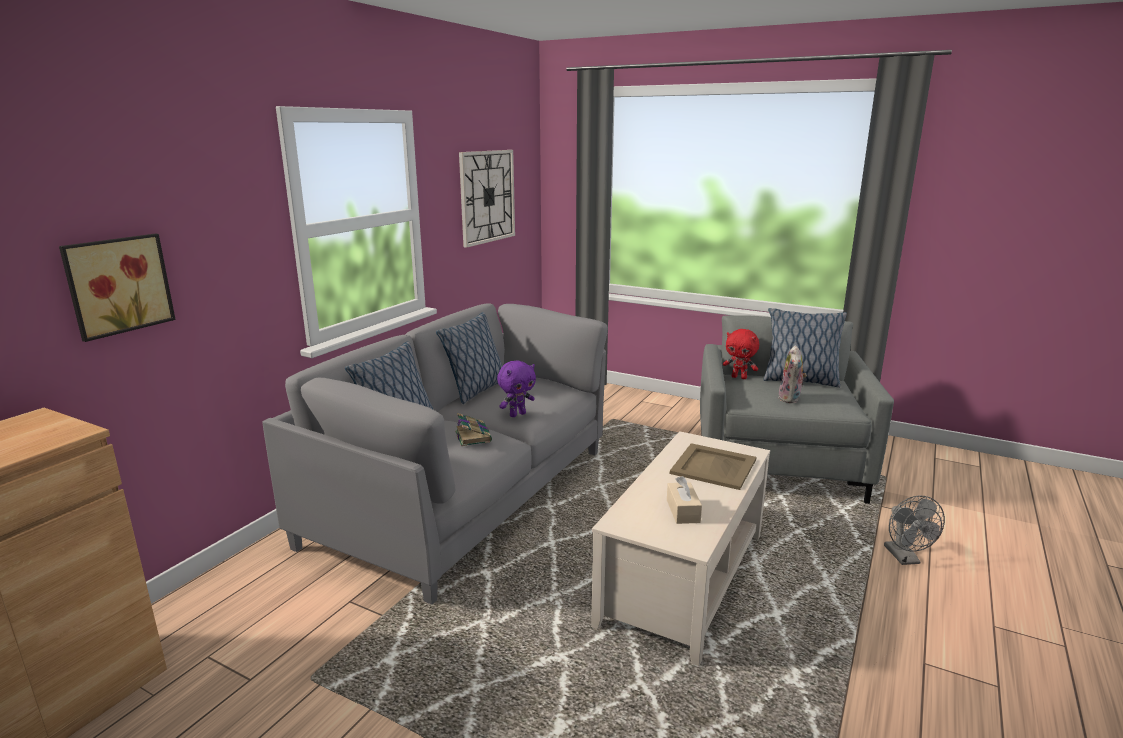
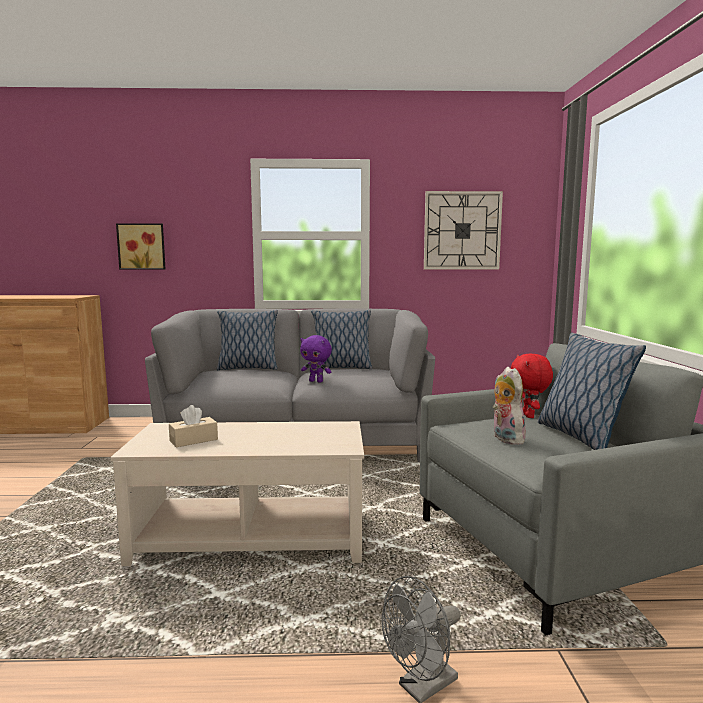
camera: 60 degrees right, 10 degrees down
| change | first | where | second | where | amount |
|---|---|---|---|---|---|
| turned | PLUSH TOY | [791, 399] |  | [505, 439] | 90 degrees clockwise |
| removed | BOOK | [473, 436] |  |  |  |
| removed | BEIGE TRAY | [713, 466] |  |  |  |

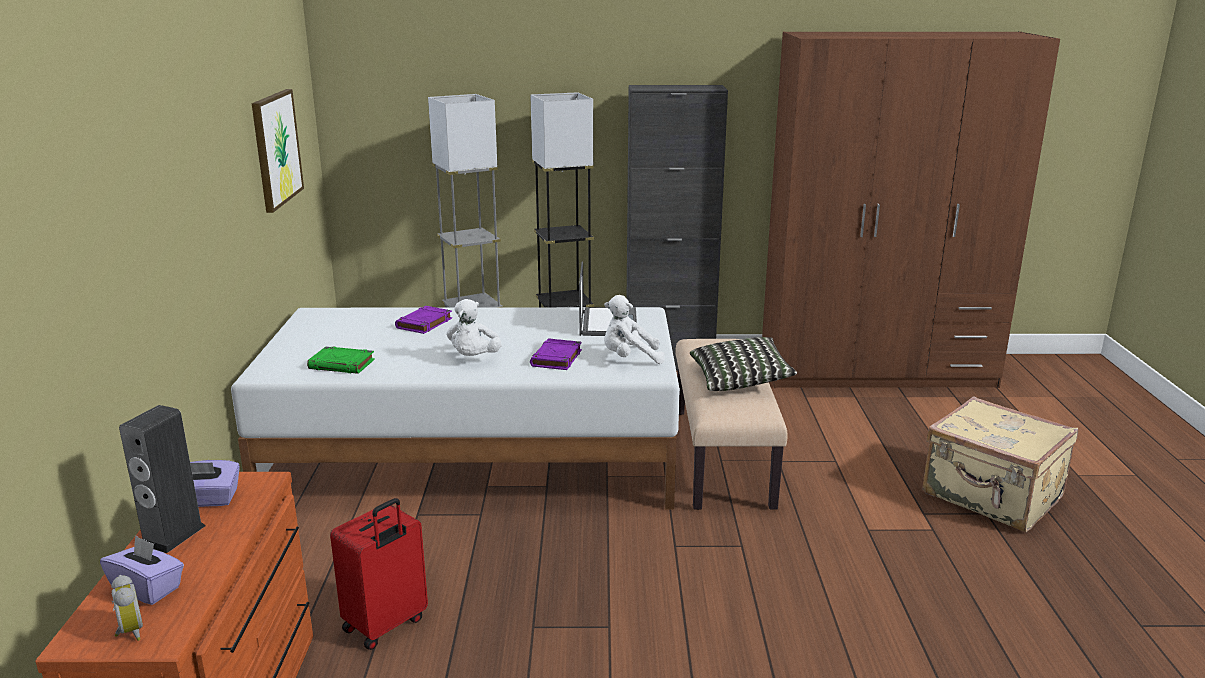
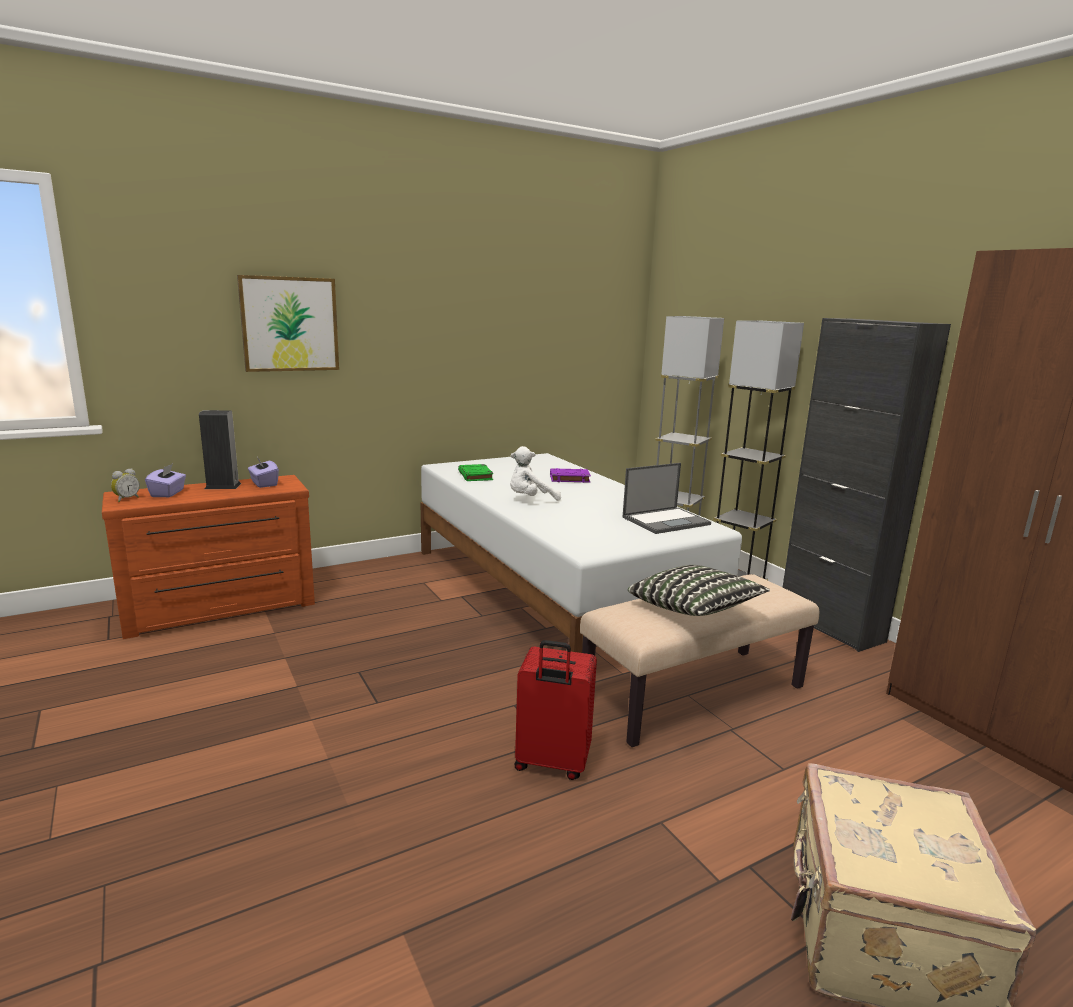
camera: 60 degrees right, 5 degrees down
| change | first | where | second | where | amount |
|---|---|---|---|---|---|
| moved | PICTURE | [276, 149] |  | [289, 324] |  |
| moved | RED SUITCASE | [386, 625] |  | [551, 763] |  |
| removed | PURPLE BOOK | [556, 359] |  |  |  |
| removed | WHITE PLUSH TOY | [630, 358] |  |  |  |

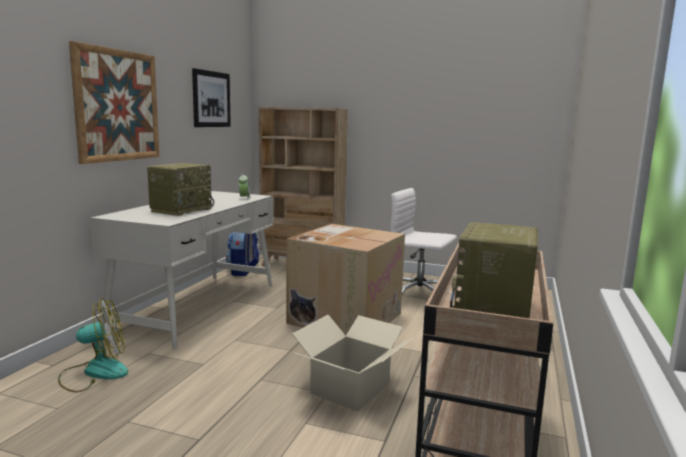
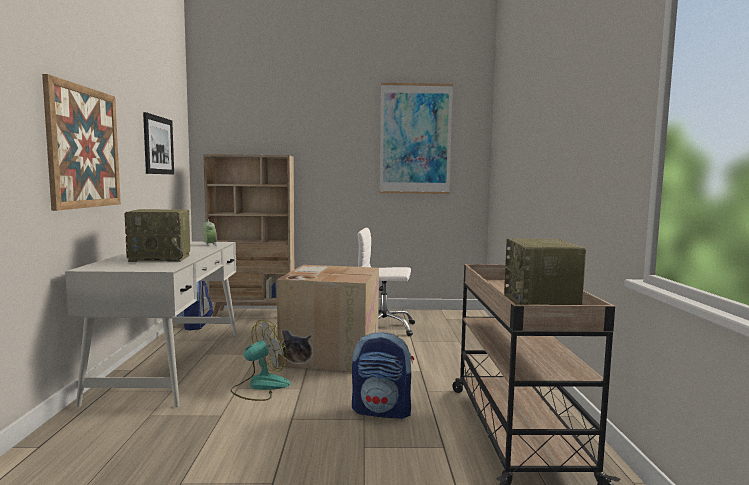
camera: 20 degrees left, 5 degrees down
| change | first | where | second | where | amount |
|---|---|---|---|---|---|
| turned | RADIO | [181, 210] |  | [161, 258] | 75 degrees clockwise |
| moved | FAN | [94, 372] |  | [260, 386] |  |
| replaced | CARDBOARD BOX | [351, 388] | BACKPACK | [382, 411] |  |
| added |  |  | PICTURE | [415, 139] |  |

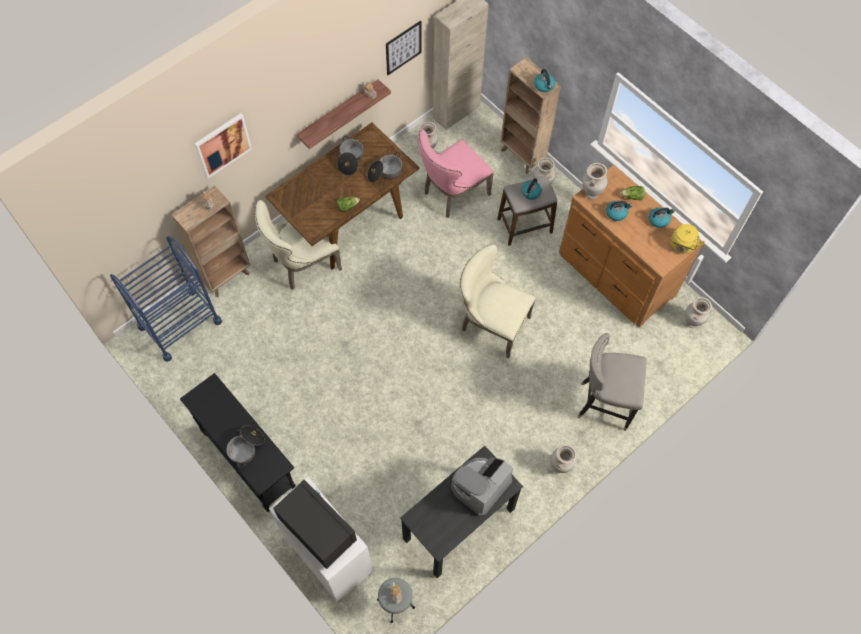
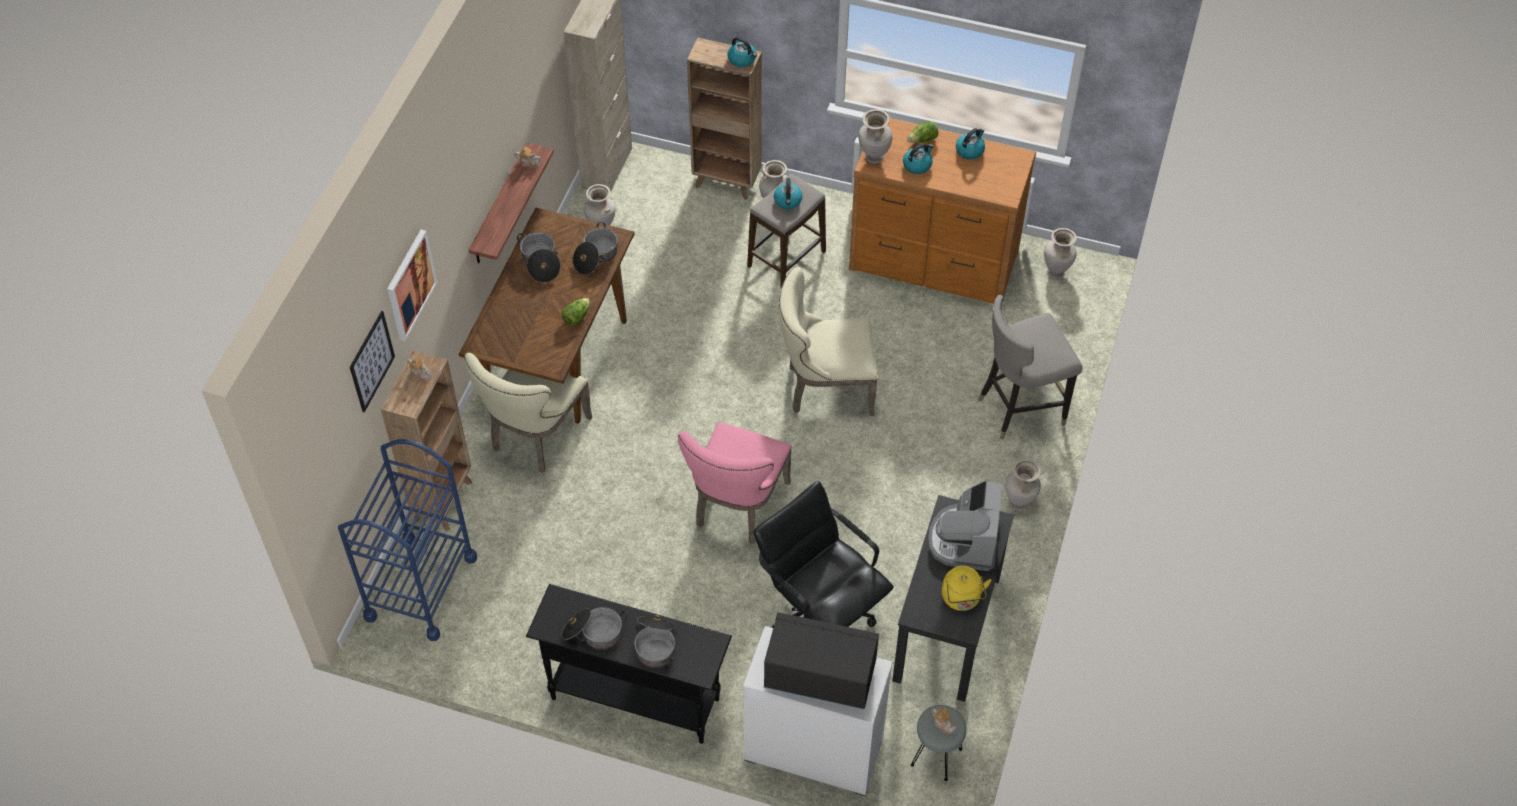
camera: 30 degrees left, 10 degrees down
| change | first | where | second | where | amount |
|---|---|---|---|---|---|
| moved | PICTURE | [403, 47] |  | [371, 361] |  |
| added |  |  | COOKING POT | [593, 633] |  |
| moved | PINK CHAIR | [452, 194] |  | [737, 508] |  |
| added |  |  | BLACK OFFICE CHAIR | [819, 613] |  |
| moved | YELLOW KETTLE | [682, 246] |  | [962, 599] |  |

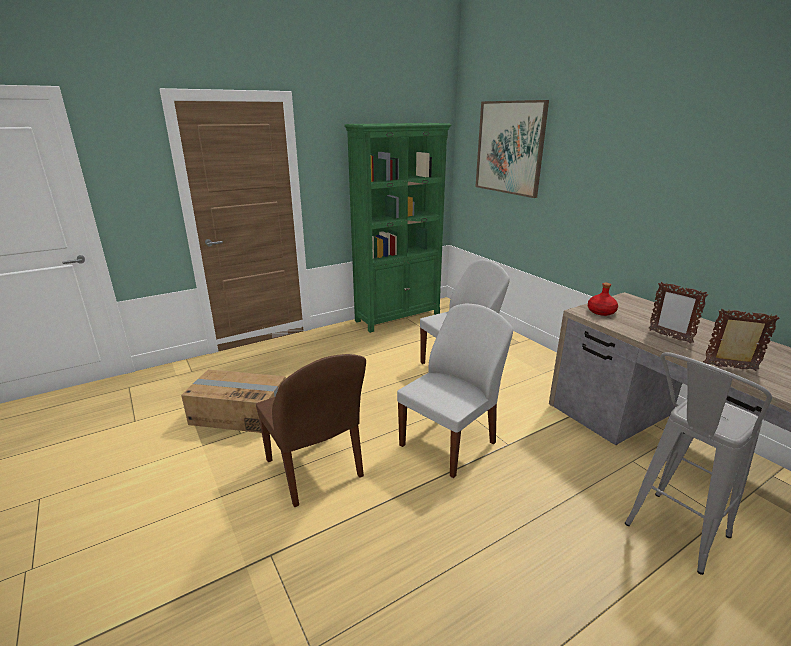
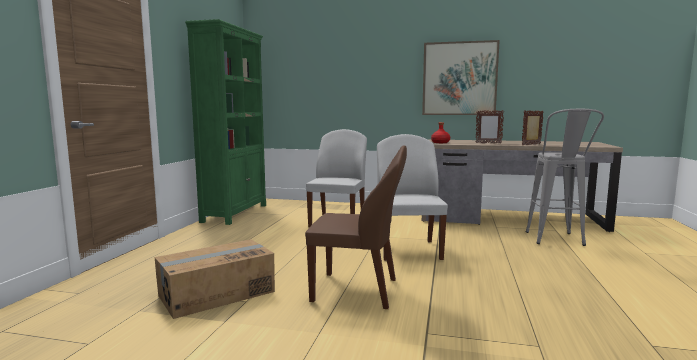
camera: 45 degrees left, 15 degrees down
| change | first | where | second | where | amount |
|---|---|---|---|---|---|
| moved | PICTURE | [509, 148] |  | [459, 78] |  |

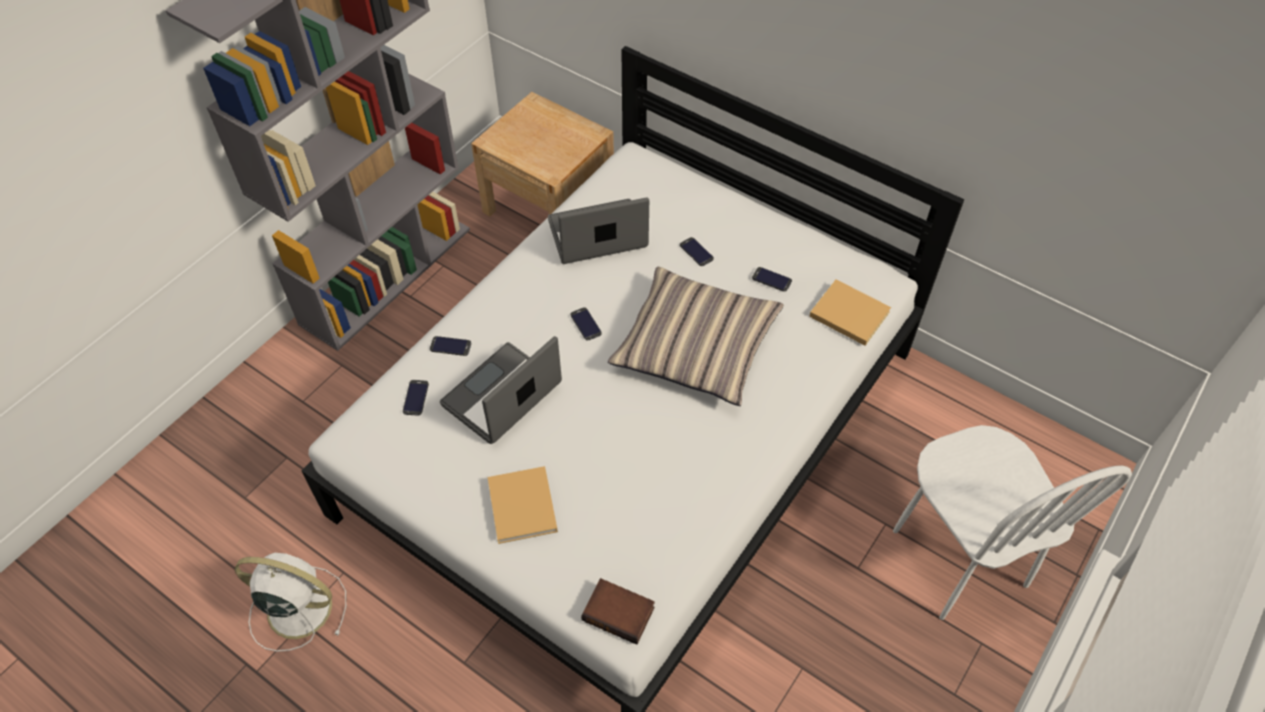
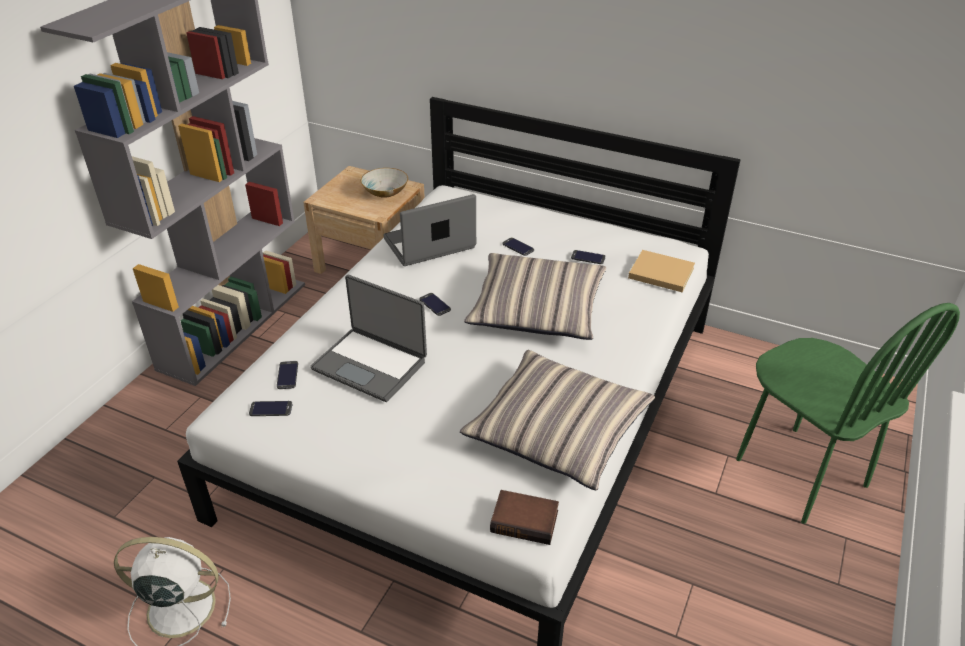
camera: 10 degrees left, 15 degrees down
| change | first | where | second | where | amount |
|---|---|---|---|---|---|
| moved | PHONE | [450, 346] |  | [271, 409] |  |
| turned | LAPTOP | [503, 396] |  | [371, 364] | 90 degrees counterclockwise |
| added |  |  | BOWL | [384, 192] |  |
| added |  |  | PILLOW | [558, 430] |  |
| recoloured | WHITE CHAIR | [958, 558] | GREEN CHAIR | [800, 473] |  |
| removed | BEIGE BOOK | [522, 508] |  |  |  |

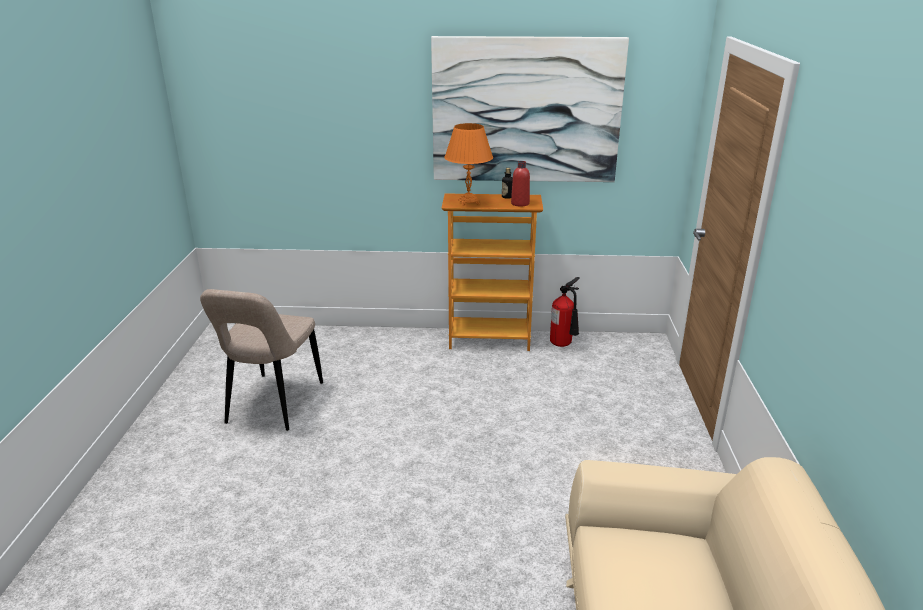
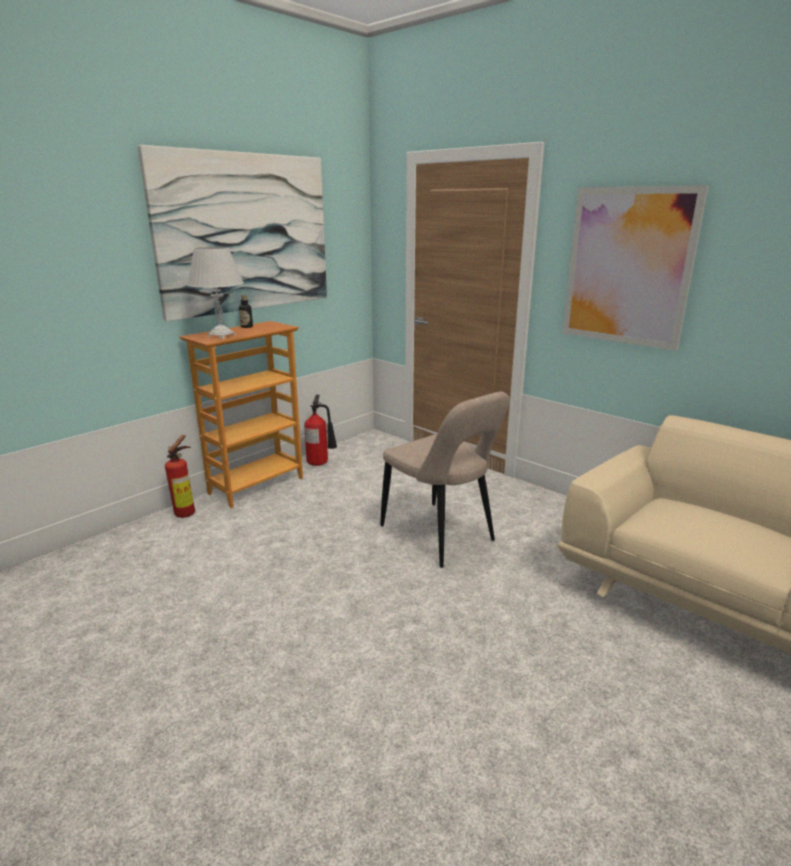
camera: 50 degrees left, 5 degrees down
| change | first | where | second | where | amount |
|---|---|---|---|---|---|
| added |  |  | FIRE EXTINGUISHER | [187, 512] |  |
| recoloured | ORANGE TABLE LAMP | [468, 202] | WHITE TABLE LAMP | [221, 336] |  |
| moved | BEIGE CHAIR | [272, 405] |  | [440, 536] |  |
| added |  |  | PICTURE | [628, 267] |  |
| removed | RED BOTTLE | [520, 203] |  |  |  |

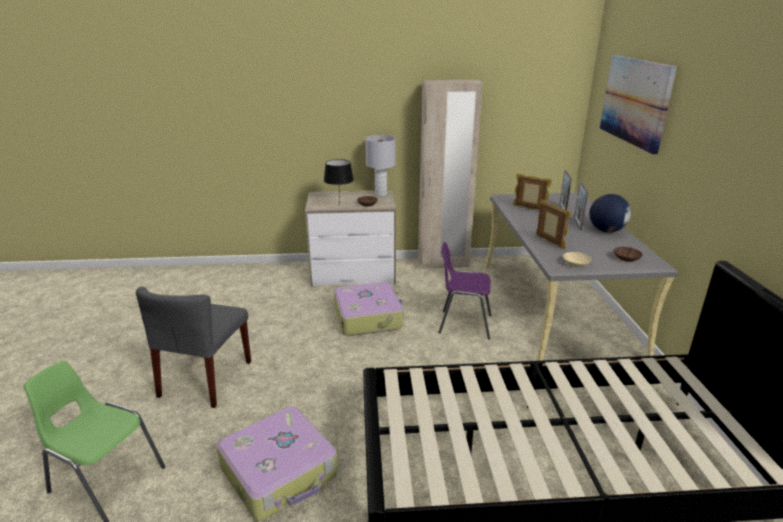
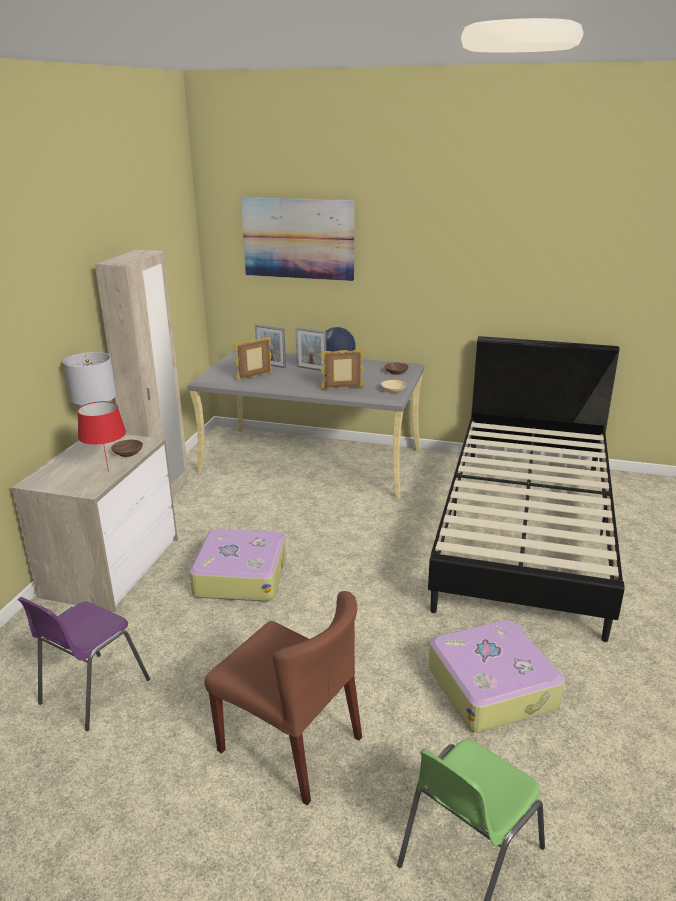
camera: 70 degrees left, 0 degrees up
| change | first | where | second | where | amount |
|---|---|---|---|---|---|
| moved | PURPLE CHAIR | [463, 324] |  | [91, 692] |  |
| recoloured | BLACK TABLE LAMP | [339, 206] | RED TABLE LAMP | [108, 472] |  |
| recoloured | GREY CHAIR | [206, 379] | BROWN CHAIR | [291, 744] |  |

